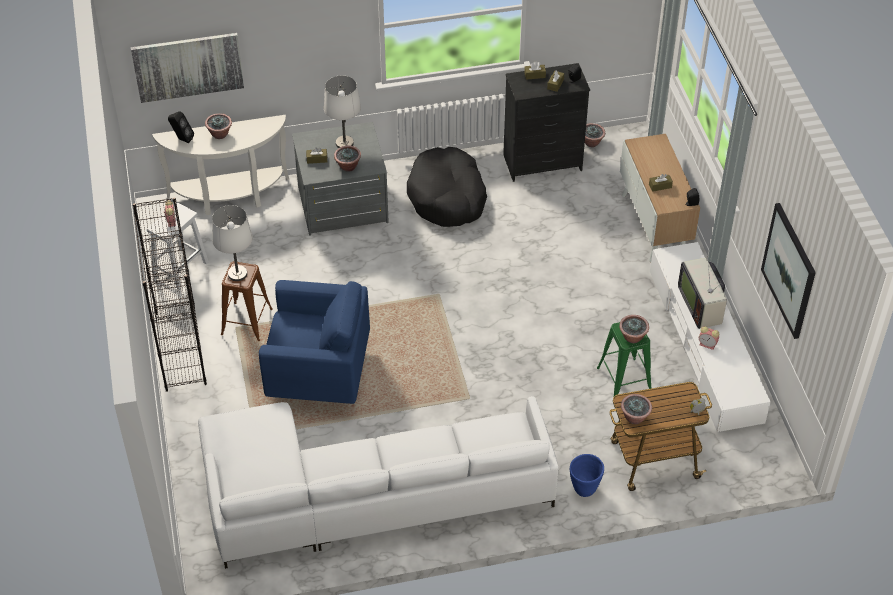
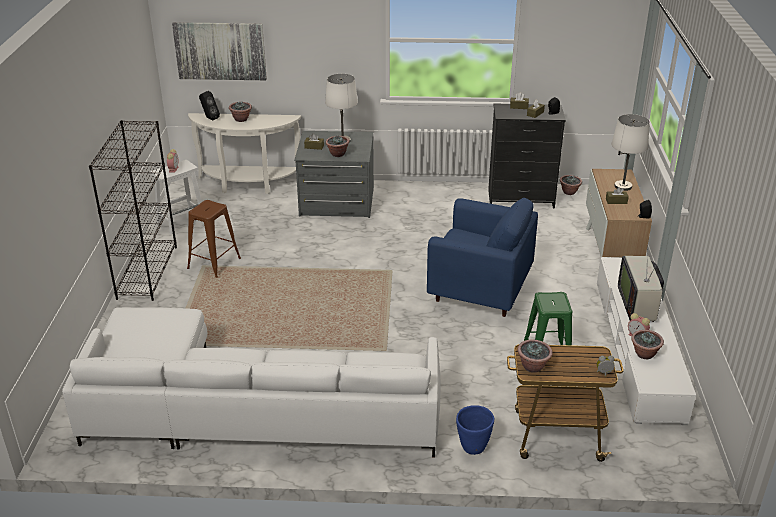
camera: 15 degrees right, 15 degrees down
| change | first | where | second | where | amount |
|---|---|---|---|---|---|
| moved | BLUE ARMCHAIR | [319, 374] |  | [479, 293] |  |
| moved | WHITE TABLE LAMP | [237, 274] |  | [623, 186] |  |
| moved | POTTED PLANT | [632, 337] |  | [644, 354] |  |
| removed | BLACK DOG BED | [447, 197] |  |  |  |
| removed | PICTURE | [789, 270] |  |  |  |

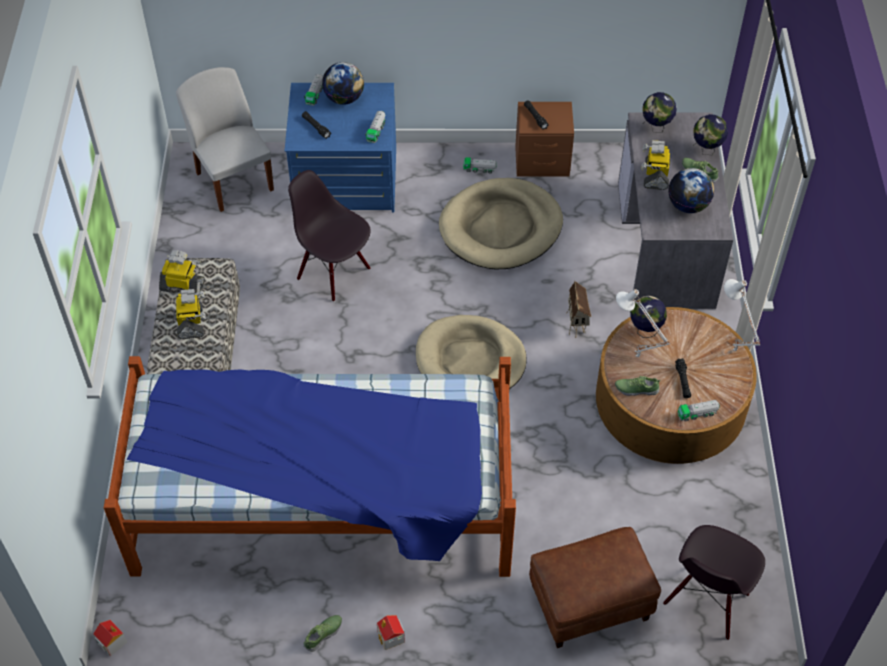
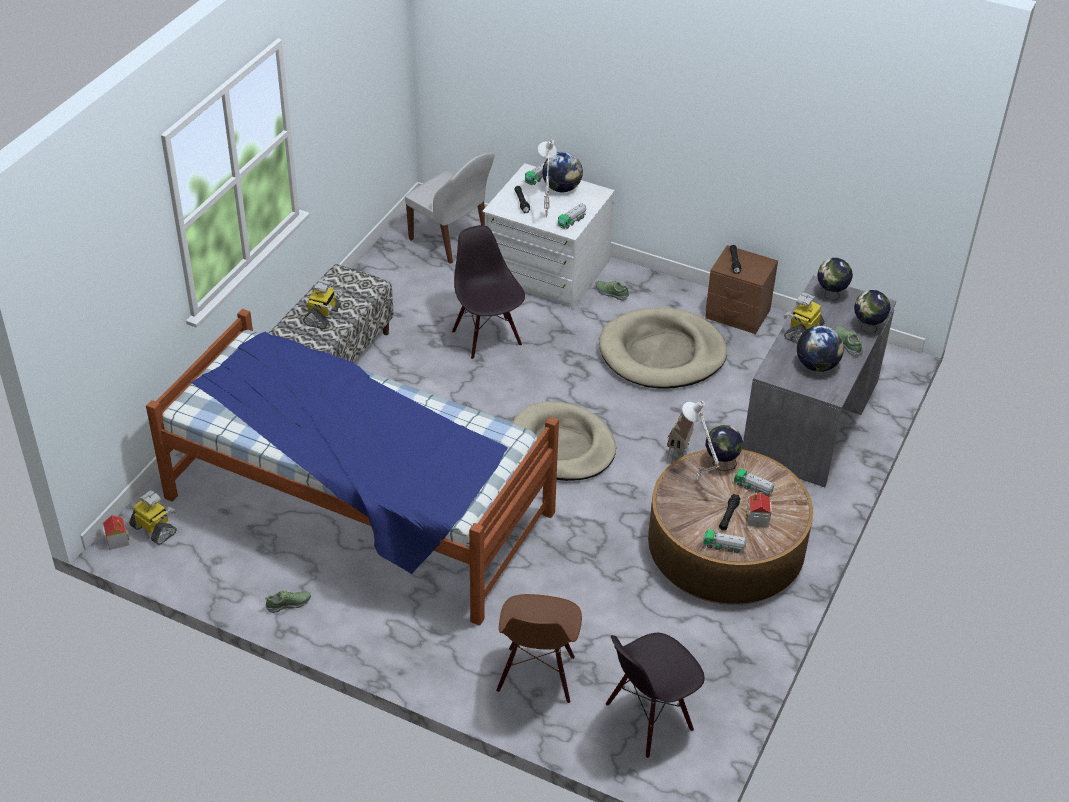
camera: 25 degrees right, 10 degrees down
| change | first | where | second | where | amount |
|---|---|---|---|---|---|
| moved | TOY ROBOT | [183, 286] |  | [154, 529] |  |
| turned | WHITE CHAIR | [234, 180] |  | [450, 240] | 135 degrees clockwise |
| recoloured | BLUE DRESSER | [345, 180] | WHITE DRESSER | [546, 271] |  |
| replaced | BROWN OTTOMAN | [589, 603] | BROWN CHAIR | [537, 675] |  |
| moved | WHITE TABLE LAMP | [732, 352] |  | [544, 216] |  |
| moved | SHOE | [636, 389] |  | [611, 293] |  |
| moved | TOY TRUCK | [479, 169] |  | [753, 488] |  |
| moved | TOY HOUSE | [391, 637] |  | [757, 519] |  |

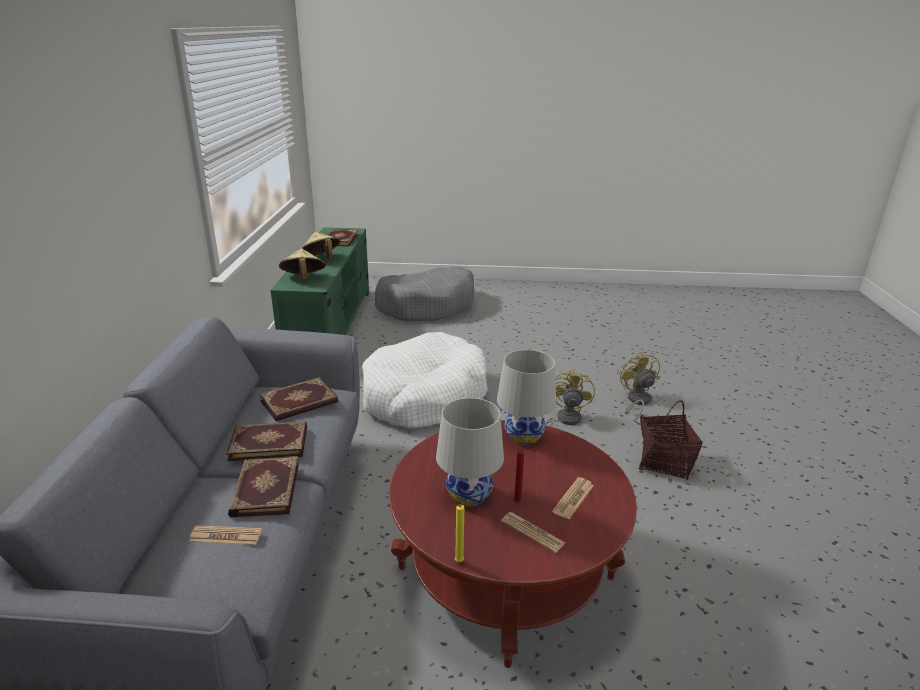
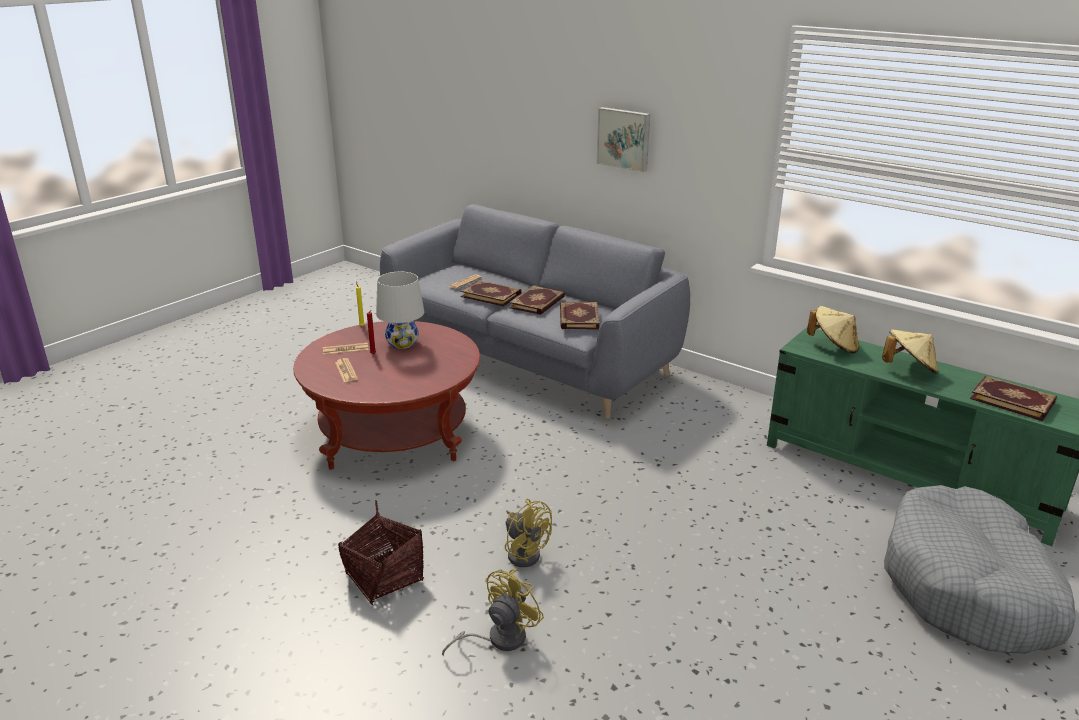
camera: 125 degrees right, 0 degrees up
| change | first | where | second | where | amount |
|---|---|---|---|---|---|
| turned | YELLOW FAN | [637, 401] |  | [498, 639] | 75 degrees counterclockwise |
| added |  |  | PICTURE | [624, 138] |  |
| removed | WHITE DOG BED | [424, 396] |  |  |  |
| removed | WHITE TABLE LAMP | [524, 436] |  |  |  |

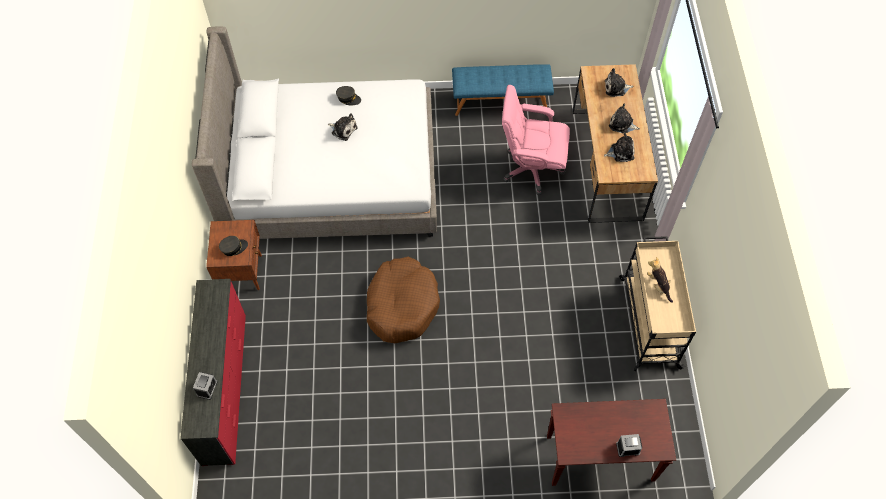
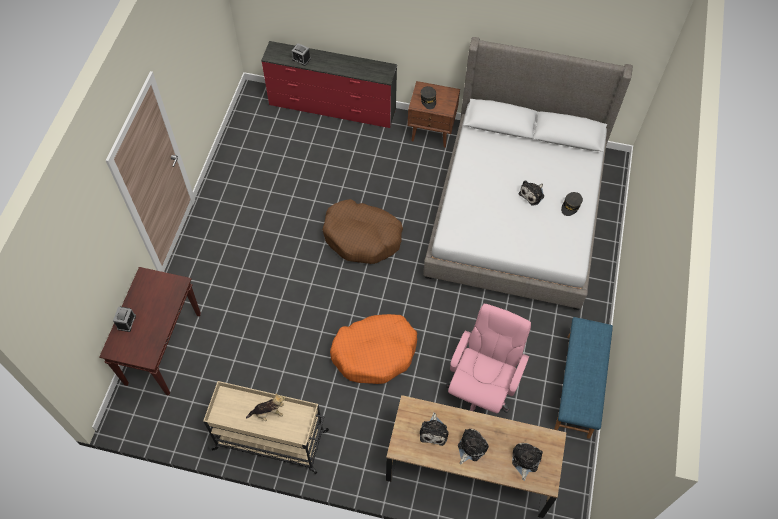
camera: 105 degrees right, 0 degrees up
| change | first | where | second | where | amount |
|---|---|---|---|---|---|
| added |  |  | ORANGE DOG BED | [375, 352] |  |

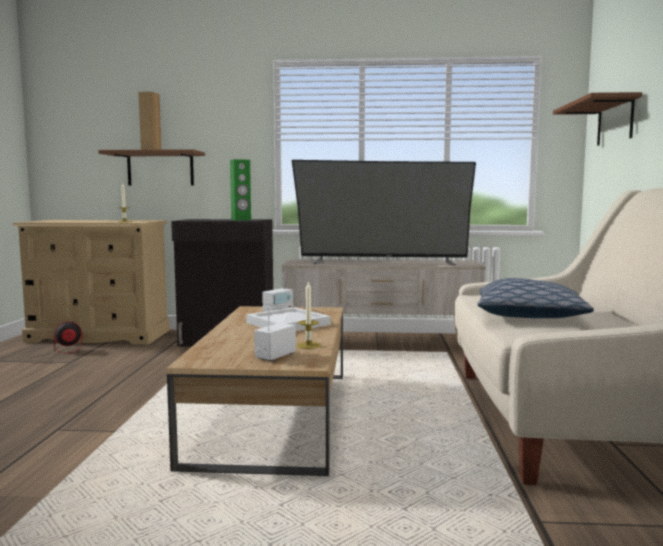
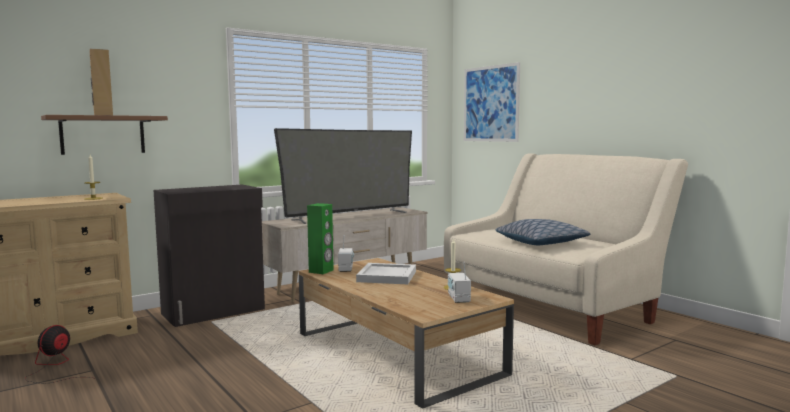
camera: 40 degrees left, 0 degrees up
| change | first | where | second | where | amount |
|---|---|---|---|---|---|
| moved | GREEN SPEAKER | [241, 220] |  | [321, 271] |  |
| replaced | BROWN SHELF | [615, 122] | PICTURE | [490, 104] |  |

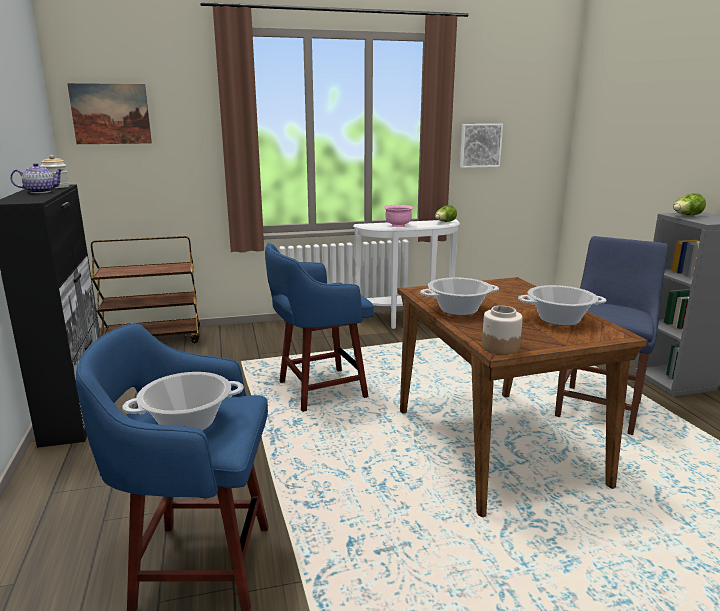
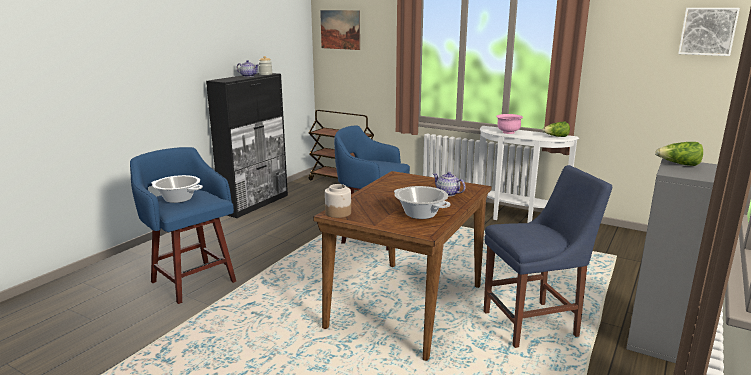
camera: 45 degrees right, 0 degrees up
| change | first | where | second | where | amount |
|---|---|---|---|---|---|
| added |  |  | TEAPOT | [448, 194] |  |
| moved | PICTURE | [480, 145] |  | [708, 31] |  |
| removed | COOKING POT | [458, 310] |  |  |  |

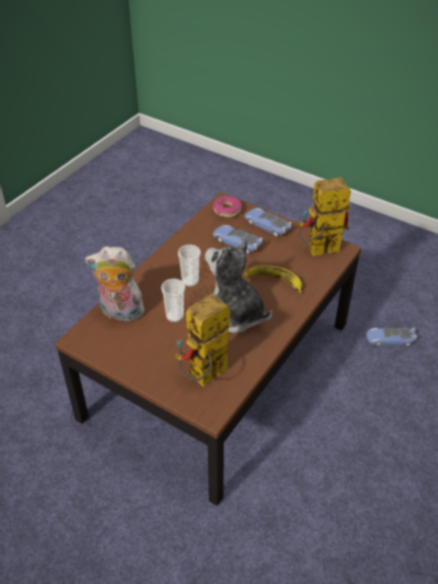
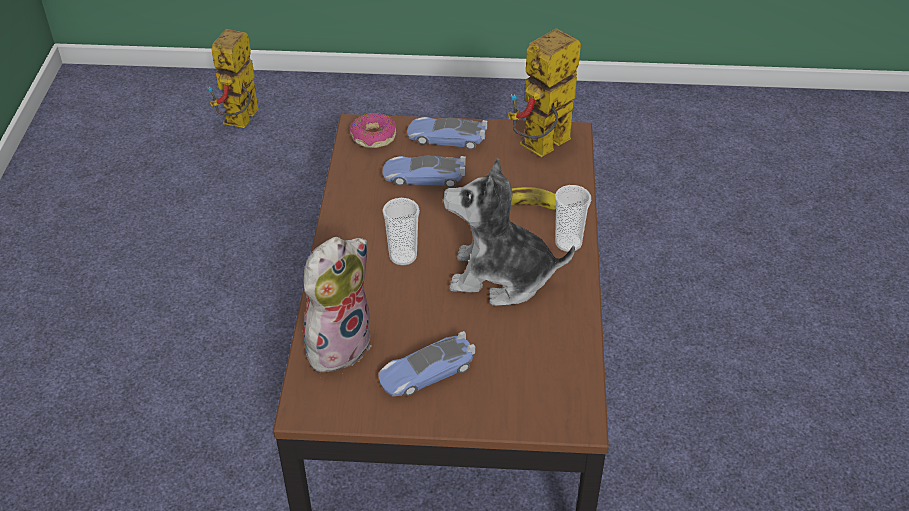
camera: 30 degrees left, 0 degrees up
| change | first | where | second | where | amount |
|---|---|---|---|---|---|
| moved | TOY ROBOT | [204, 378] |  | [241, 122] |  |
| turned | PLUSH TOY | [120, 313] |  | [337, 343] | 150 degrees clockwise |
| moved | TOY CAR | [390, 339] |  | [426, 372] |  |
| moved | CUP | [175, 316] |  | [568, 243] |  |

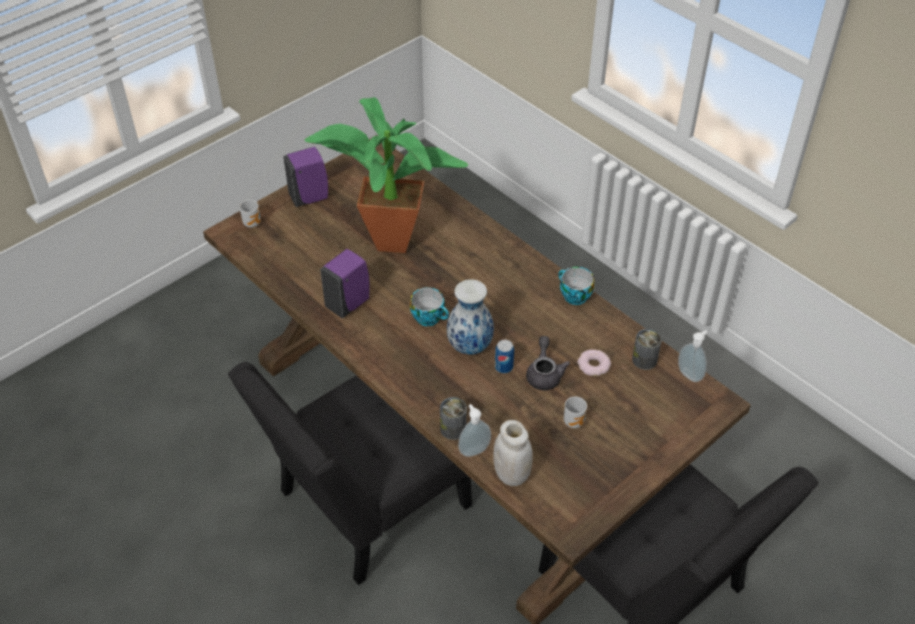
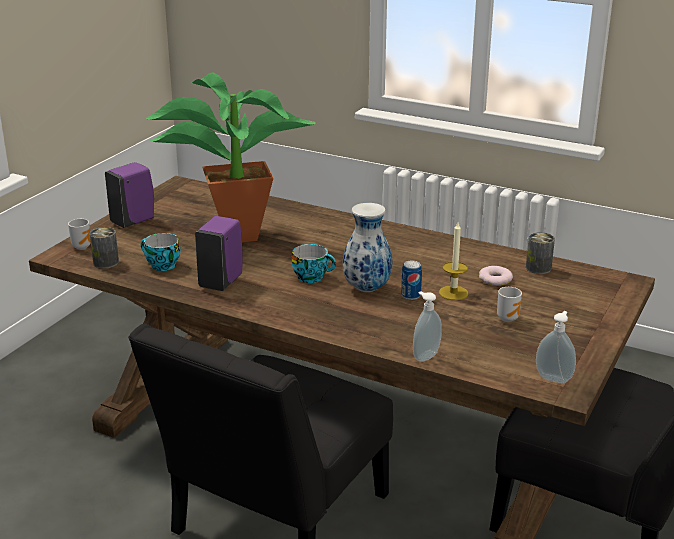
camera: 20 degrees left, 20 degrees down
| change | first | where | second | where | amount |
|---|---|---|---|---|---|
| moved | CAN | [453, 429] |  | [106, 262] |  |
| moved | CUP | [573, 296] |  | [161, 265] |  |
| replaced | GREY TEAPOT | [544, 374] | CANDLE | [453, 293] |  |
| moved | SOAP DISPENSER | [690, 374] |  | [554, 378] |  |
| removed | WHITE JAR | [511, 475] |  |  |  |

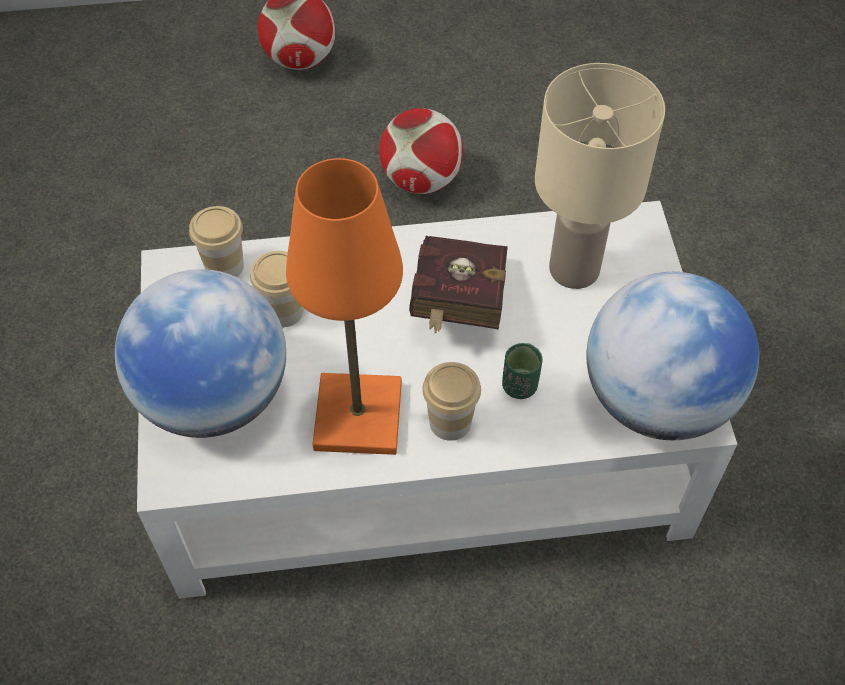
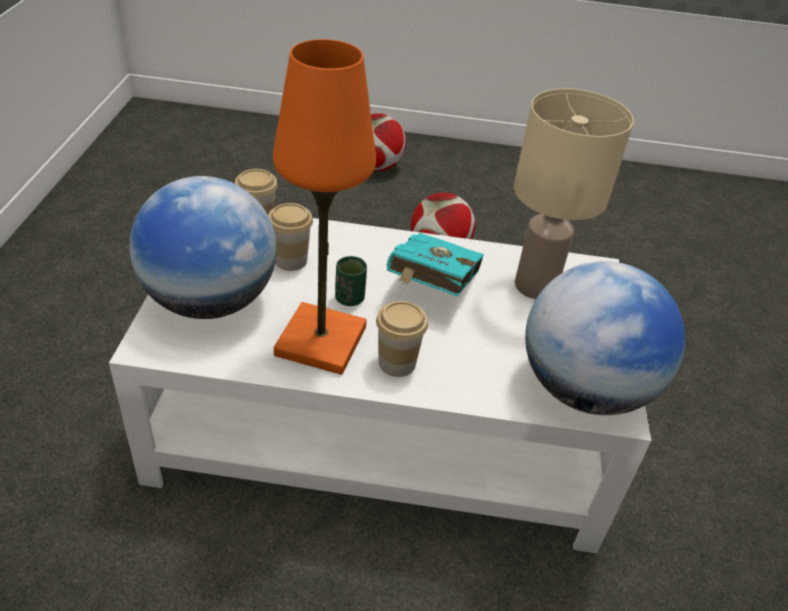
camera: 10 degrees right, 15 degrees down
| change | first | where | second | where | amount |
|---|---|---|---|---|---|
| moved | GREEN CUP | [519, 386] |  | [349, 299] |  |
| recoloured | RED BOOK | [456, 306] | TURQUOISE BOOK | [430, 288] |  |

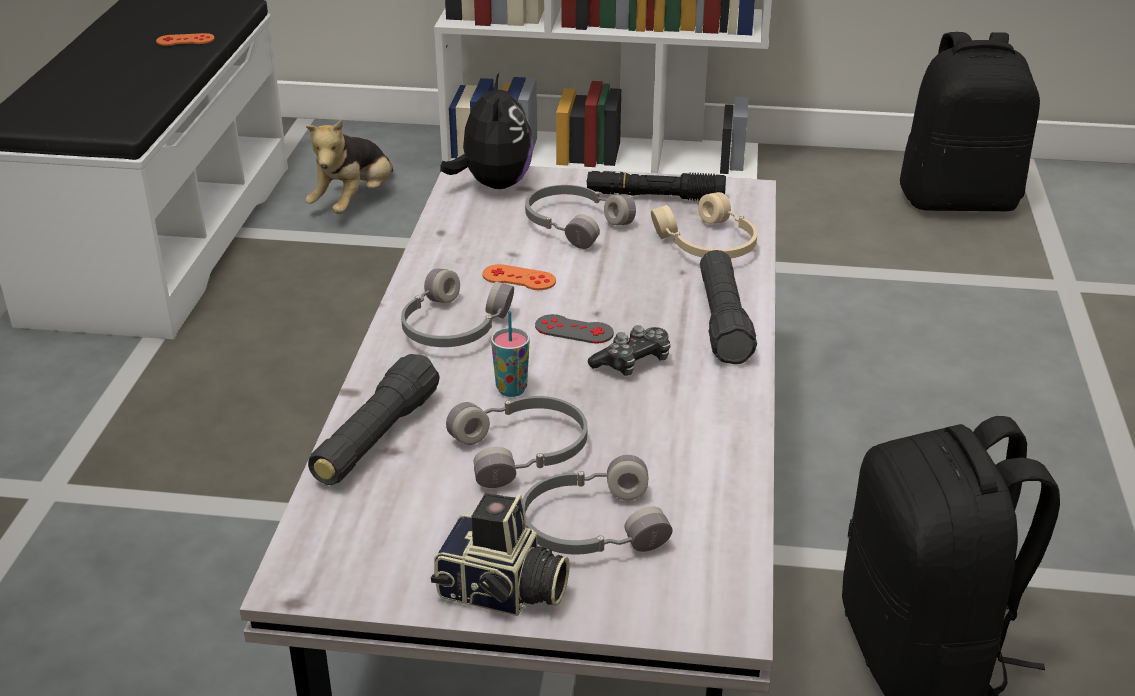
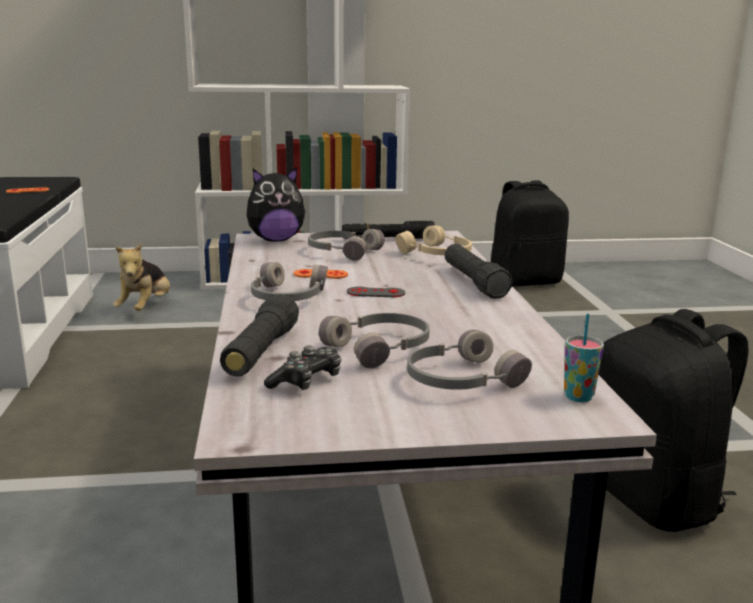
camera: 15 degrees left, 15 degrees down
| change | first | where | second | where | amount |
|---|---|---|---|---|---|
| turned | PLUSH TOY | [493, 184] |  | [276, 240] | 90 degrees clockwise |
| moved | GAME CONTROLLER | [633, 362] |  | [306, 381] |  |
| moved | CUP | [511, 389] |  | [578, 397] |  |
| removed | PHOTO CAMERA | [502, 593] |  |  |  |

